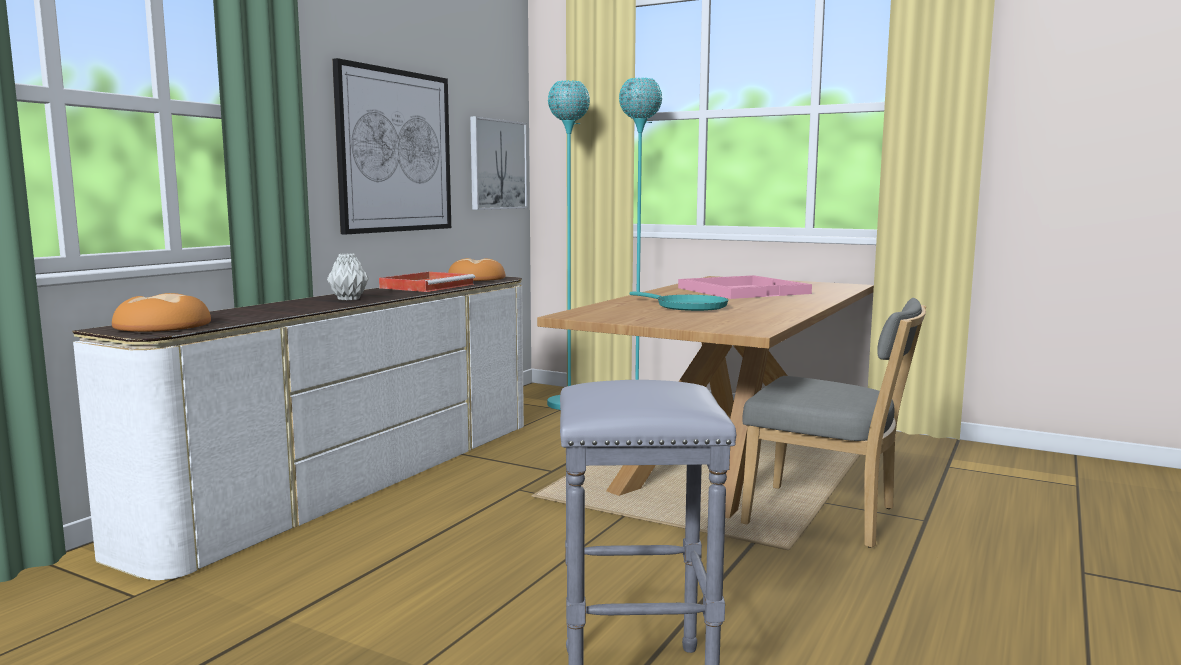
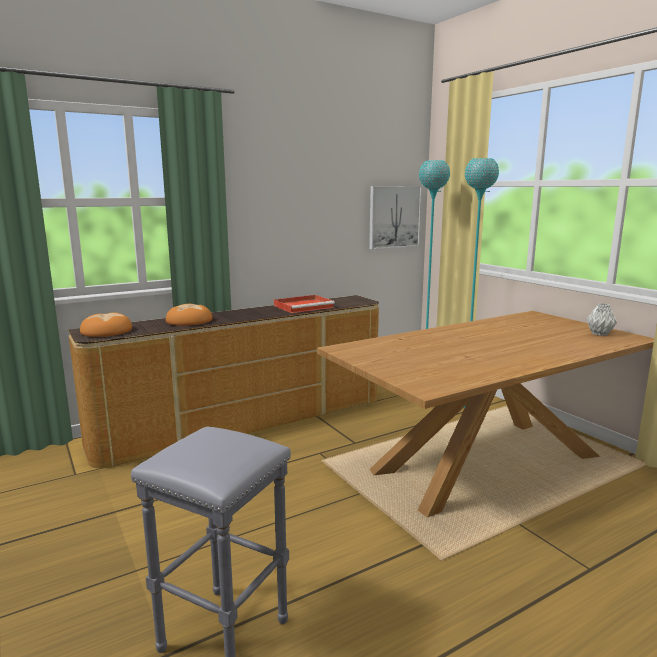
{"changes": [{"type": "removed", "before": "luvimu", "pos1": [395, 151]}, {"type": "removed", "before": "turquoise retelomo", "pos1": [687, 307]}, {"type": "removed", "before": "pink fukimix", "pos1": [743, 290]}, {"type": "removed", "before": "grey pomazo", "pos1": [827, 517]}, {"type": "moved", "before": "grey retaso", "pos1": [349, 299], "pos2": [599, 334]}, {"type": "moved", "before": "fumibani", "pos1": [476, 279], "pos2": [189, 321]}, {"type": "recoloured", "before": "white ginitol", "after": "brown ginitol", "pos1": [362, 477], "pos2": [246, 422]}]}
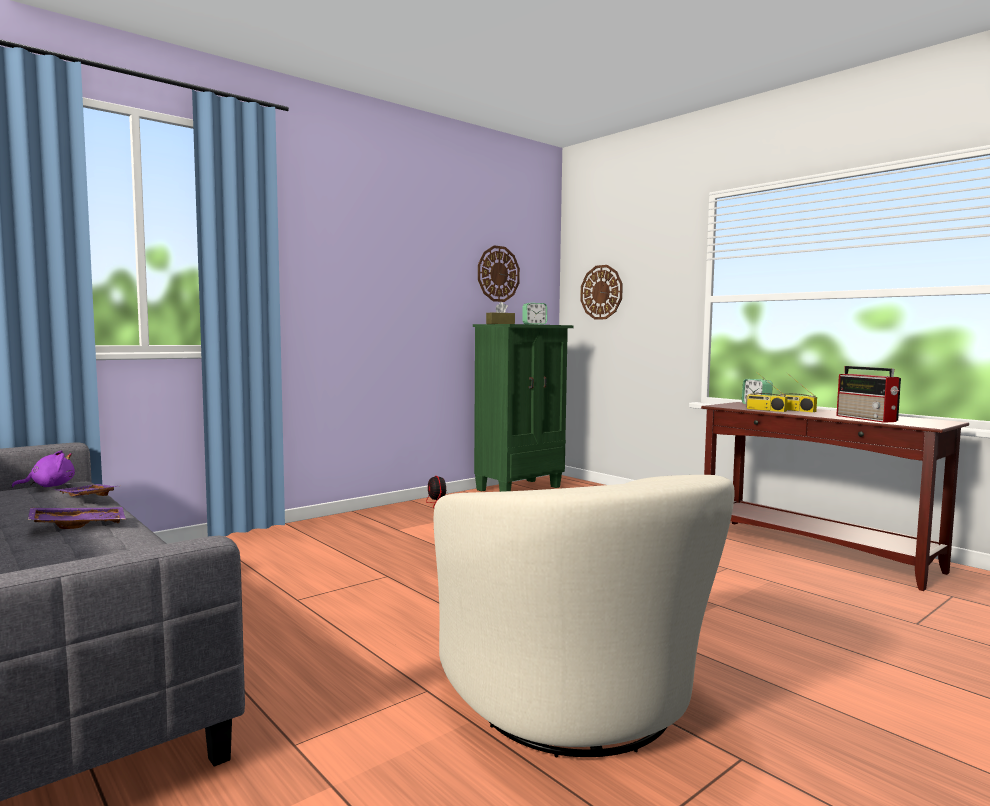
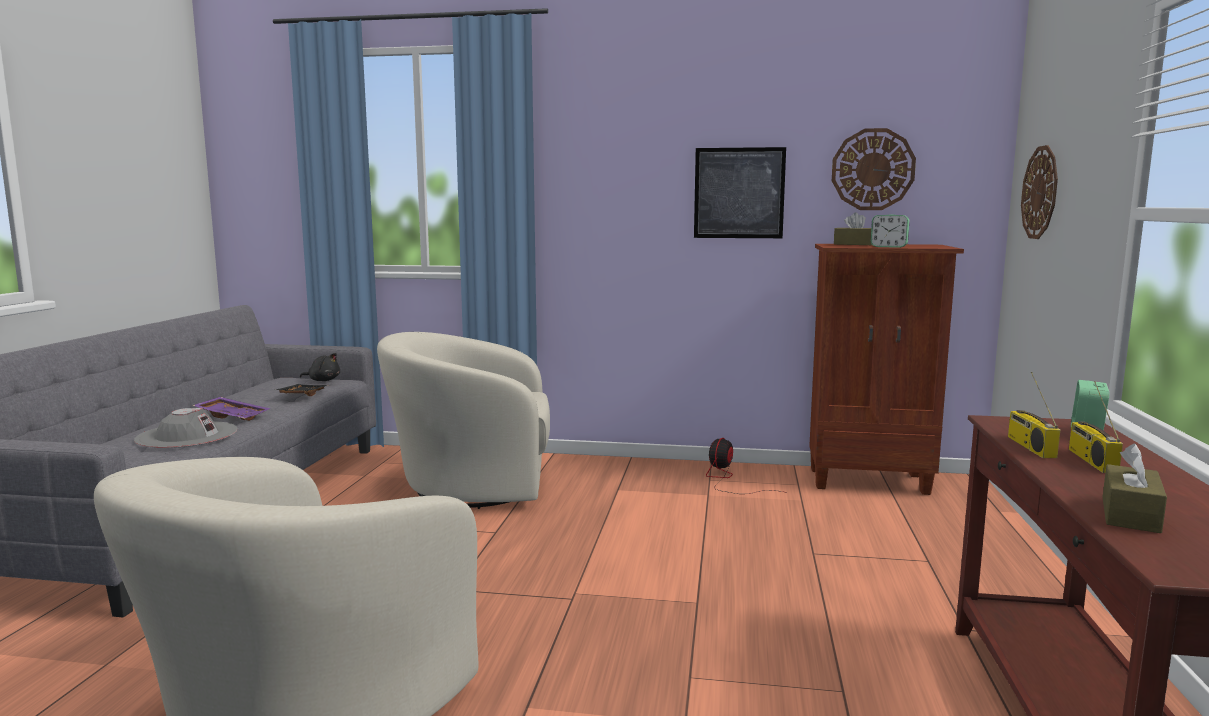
{"changes": [{"type": "added", "after": "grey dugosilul", "pos2": [187, 435]}, {"type": "added", "after": "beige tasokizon", "pos2": [472, 487]}, {"type": "added", "after": "luvimu", "pos2": [739, 193]}, {"type": "replaced", "before": "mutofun", "after": "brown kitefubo", "pos1": [867, 418], "pos2": [1130, 514]}, {"type": "recoloured", "before": "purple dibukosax", "after": "black dibukosax", "pos1": [49, 486], "pos2": [323, 380]}, {"type": "recoloured", "before": "purple fukimix", "after": "black fukimix", "pos1": [85, 498], "pos2": [301, 395]}, {"type": "recoloured", "before": "green ginitol", "after": "brown ginitol", "pos1": [520, 489], "pos2": [869, 482]}]}
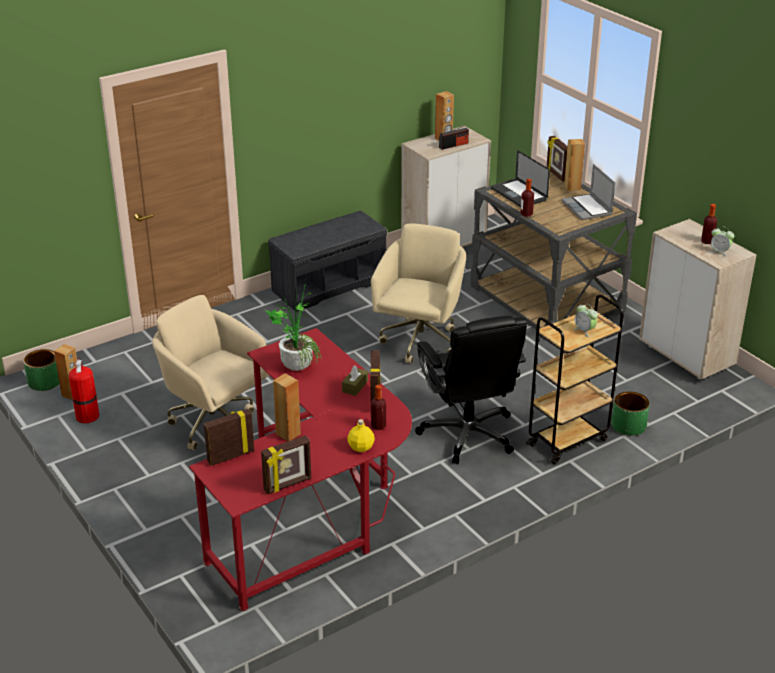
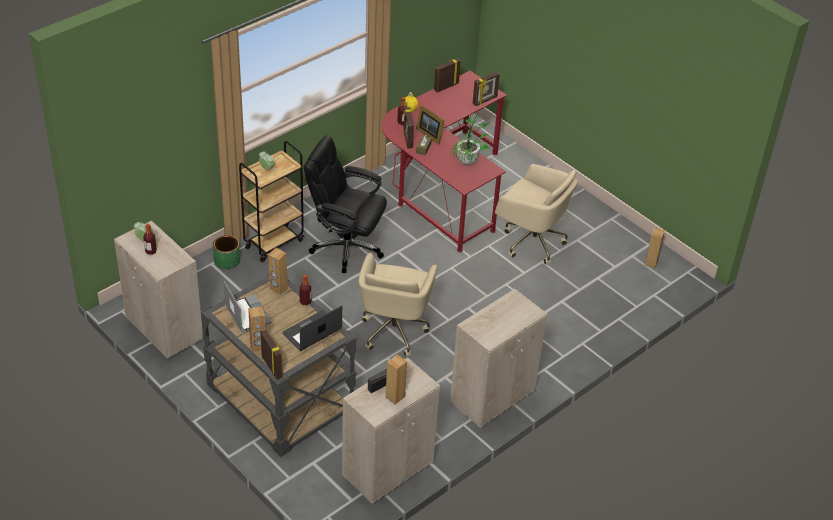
{"changes": [{"type": "removed", "before": "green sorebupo", "pos1": [44, 382]}, {"type": "removed", "before": "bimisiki", "pos1": [87, 415]}, {"type": "added", "after": "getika", "pos2": [430, 134]}, {"type": "moved", "before": "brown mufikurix", "pos1": [288, 434], "pos2": [278, 288]}, {"type": "replaced", "before": "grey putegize", "after": "beige ginitol", "pos1": [329, 285], "pos2": [491, 400]}, {"type": "turned", "before": "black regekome", "pos1": [468, 433], "pos2": [346, 247], "turn": -45}, {"type": "turned", "before": "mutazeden", "pos1": [518, 194], "pos2": [312, 331], "turn": -90}]}
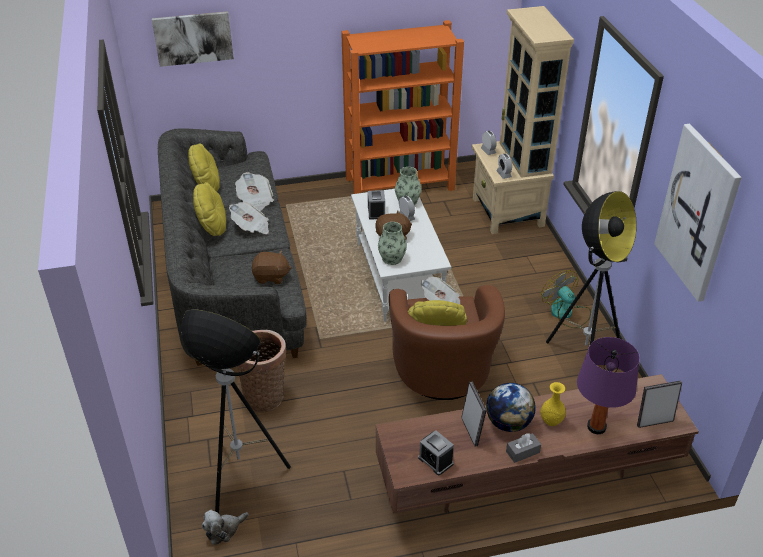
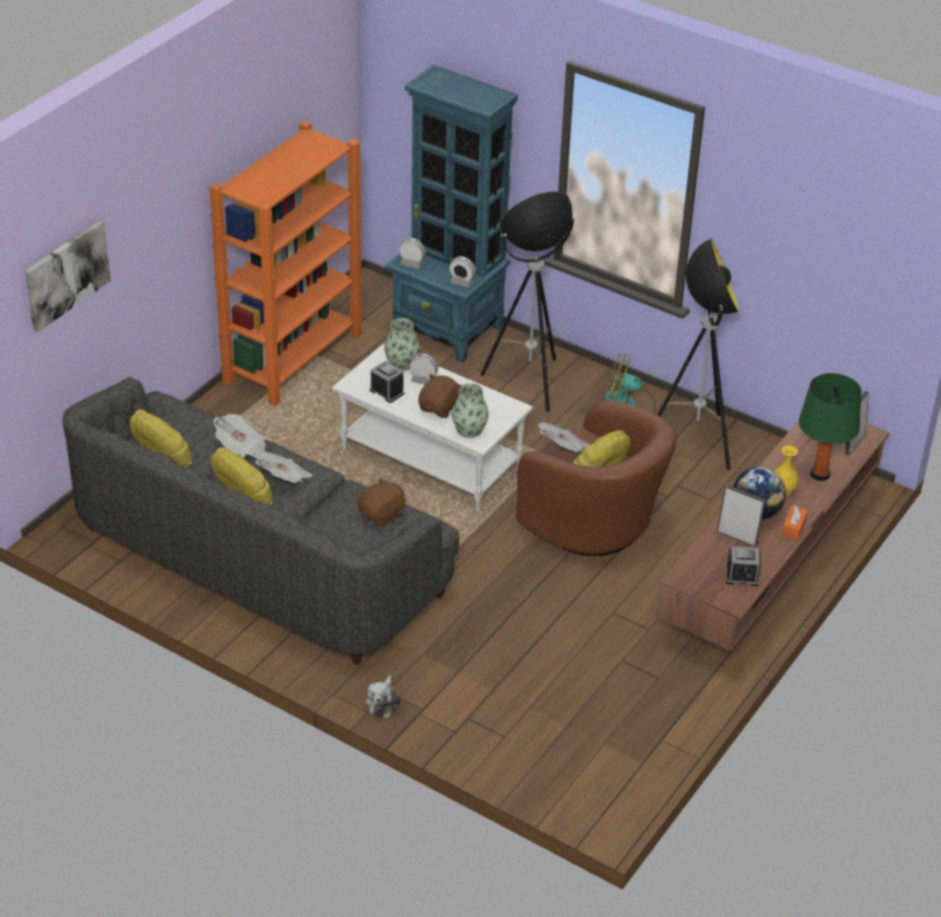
{"changes": [{"type": "removed", "before": "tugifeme", "pos1": [265, 396]}, {"type": "removed", "before": "luvimu", "pos1": [697, 213]}, {"type": "moved", "before": "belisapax", "pos1": [240, 476], "pos2": [528, 384]}, {"type": "moved", "before": "dibukosax", "pos1": [224, 530], "pos2": [383, 702]}, {"type": "recoloured", "before": "beige ginitol", "after": "blue ginitol", "pos1": [506, 212], "pos2": [447, 331]}, {"type": "recoloured", "before": "grey kitefubo", "after": "orange kitefubo", "pos1": [522, 452], "pos2": [793, 528]}, {"type": "recoloured", "before": "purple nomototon", "after": "green nomototon", "pos1": [596, 427], "pos2": [819, 474]}]}
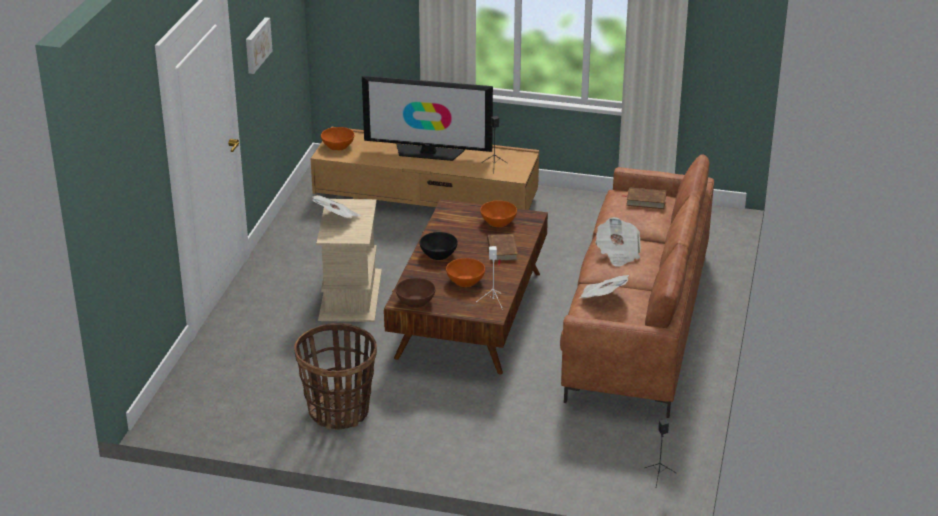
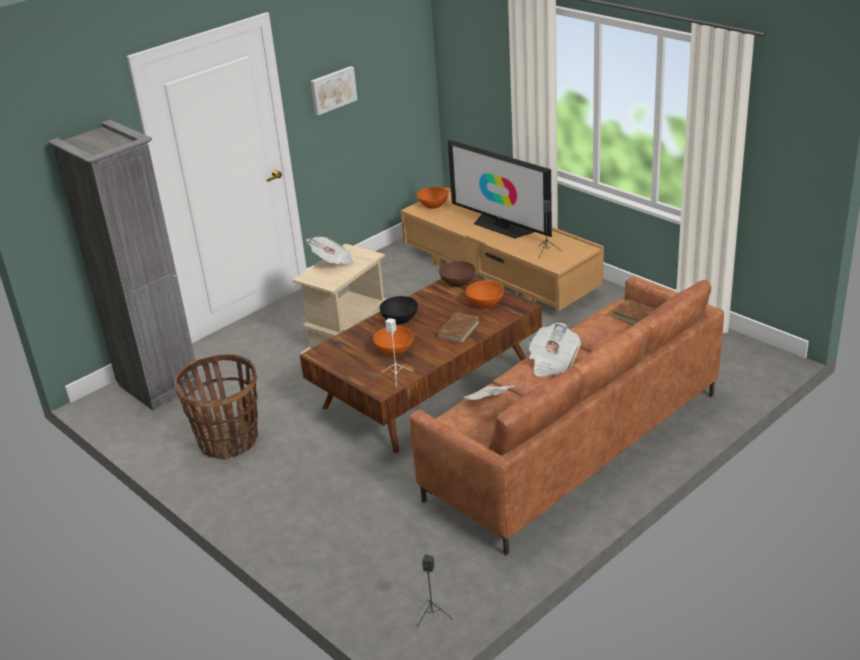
{"changes": [{"type": "added", "after": "grey ginitol", "pos2": [160, 385]}, {"type": "moved", "before": "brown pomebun", "pos1": [415, 301], "pos2": [458, 282]}]}
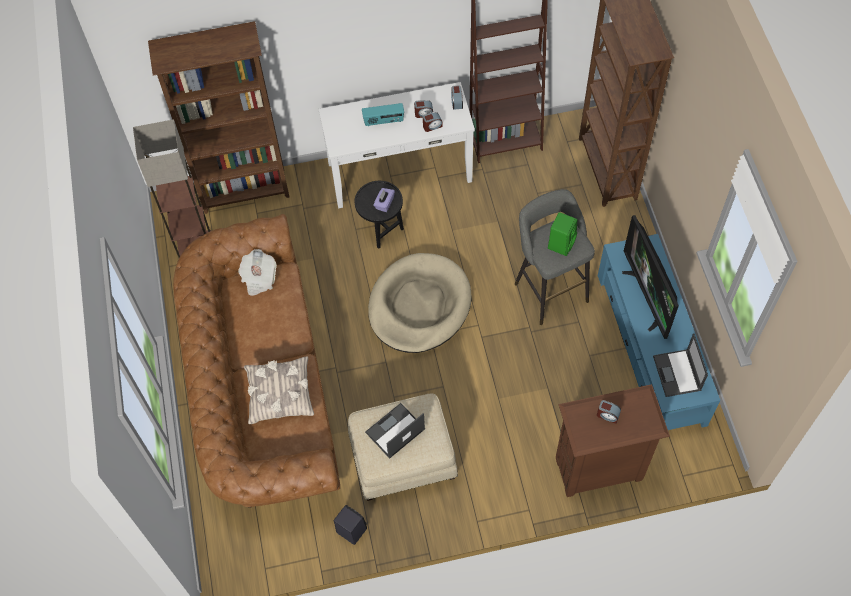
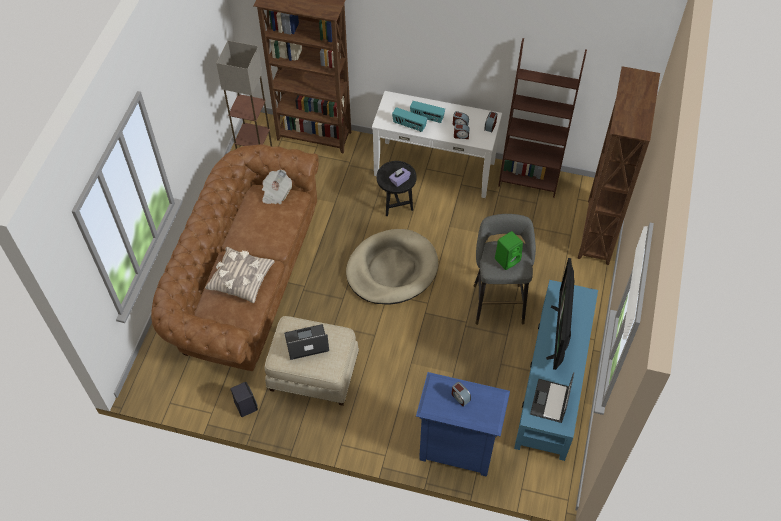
{"changes": [{"type": "added", "after": "mutofun", "pos2": [409, 125]}, {"type": "recoloured", "before": "brown ginitol", "after": "blue ginitol", "pos1": [597, 471], "pos2": [455, 452]}]}
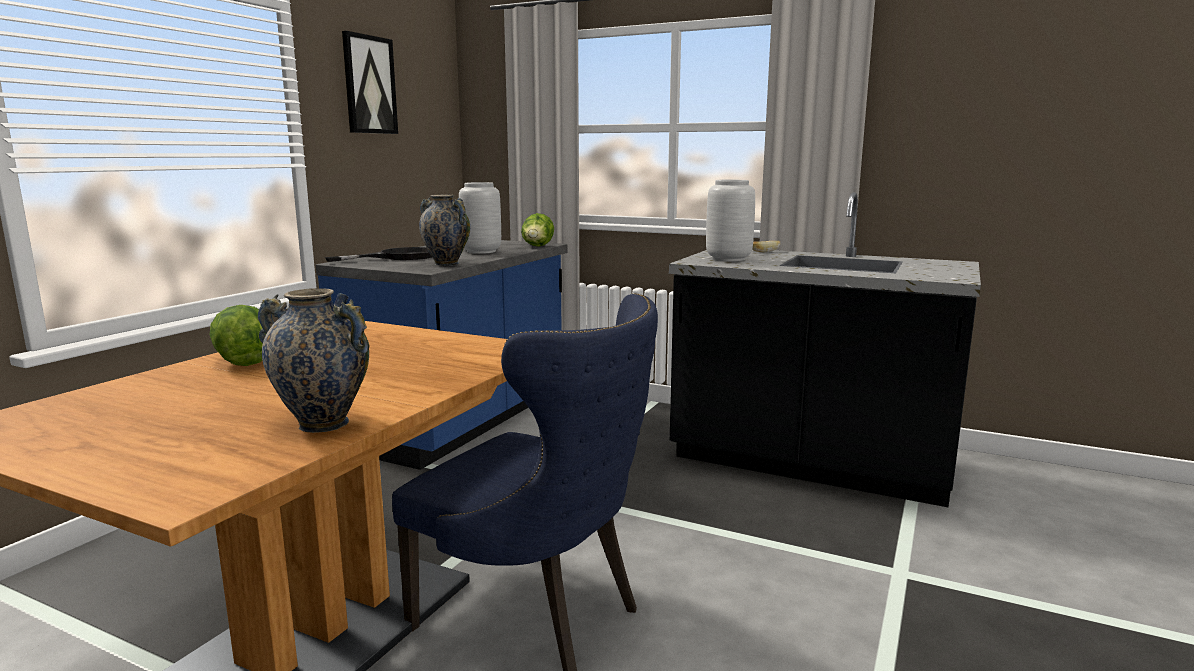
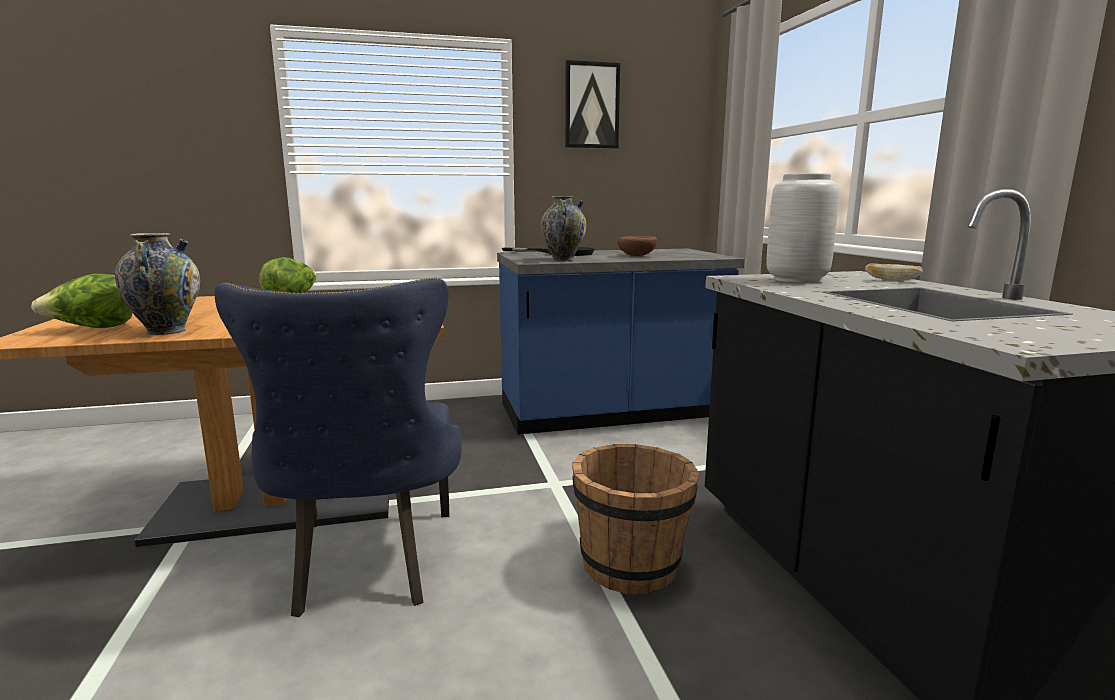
{"changes": [{"type": "added", "after": "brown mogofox", "pos2": [631, 565]}, {"type": "moved", "before": "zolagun", "pos1": [538, 247], "pos2": [93, 329]}, {"type": "replaced", "before": "grey retaso", "after": "brown pomebun", "pos1": [480, 251], "pos2": [636, 256]}]}
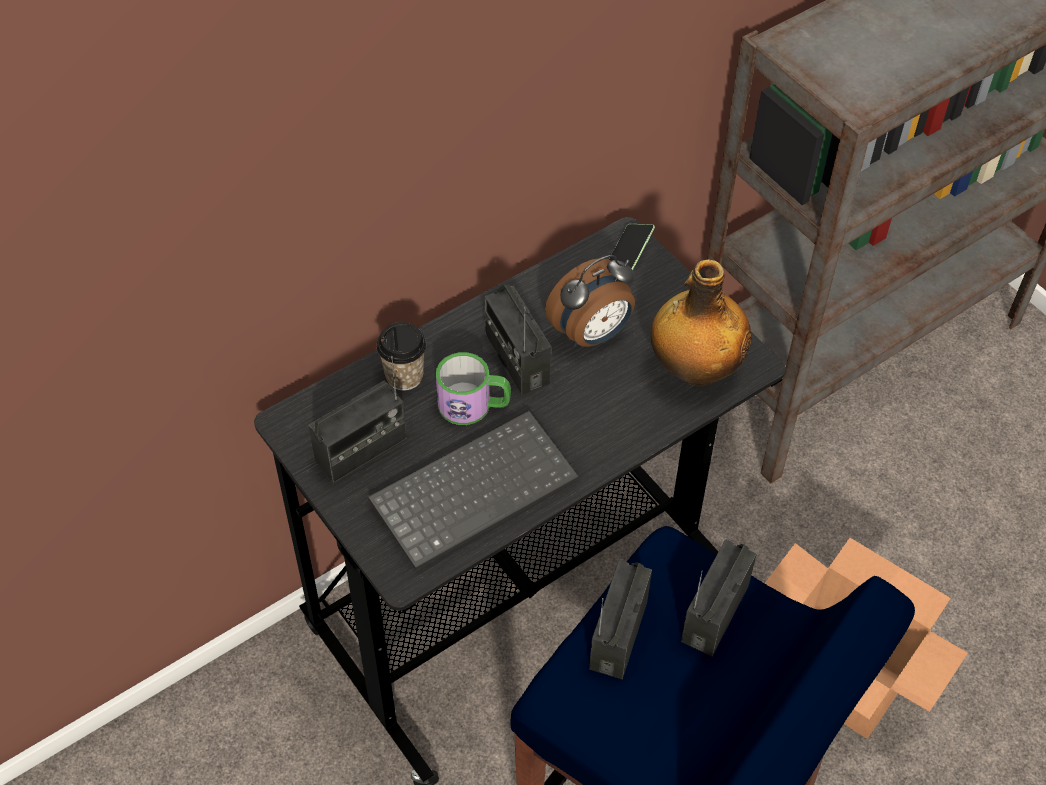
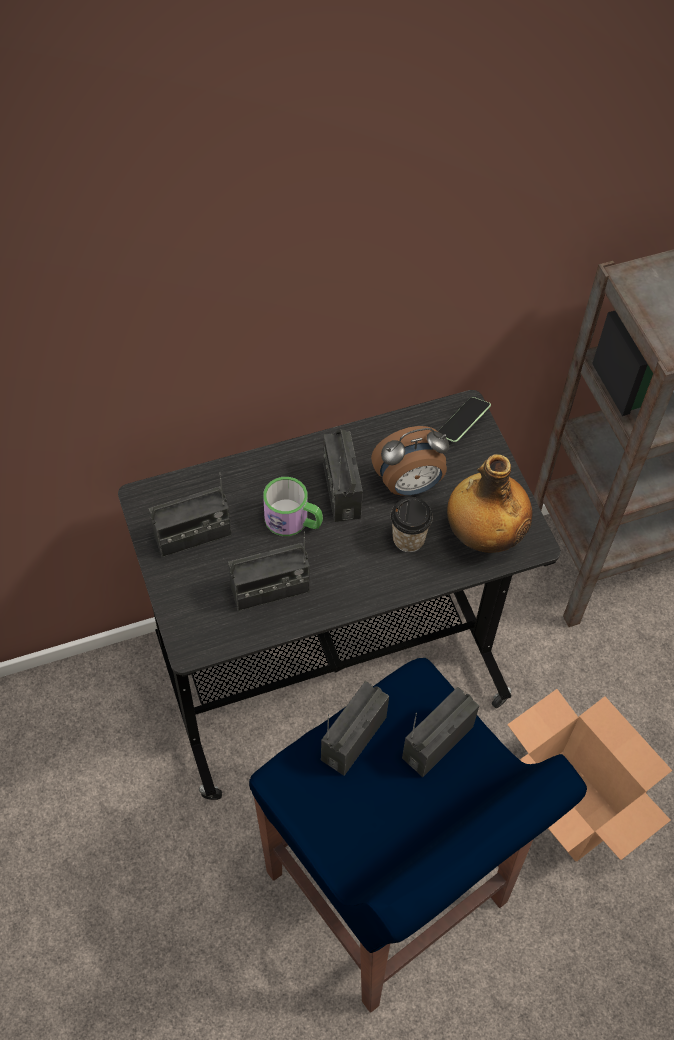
{"changes": [{"type": "moved", "before": "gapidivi", "pos1": [404, 376], "pos2": [408, 539]}, {"type": "replaced", "before": "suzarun", "after": "mutofun", "pos1": [474, 488], "pos2": [270, 590]}]}
